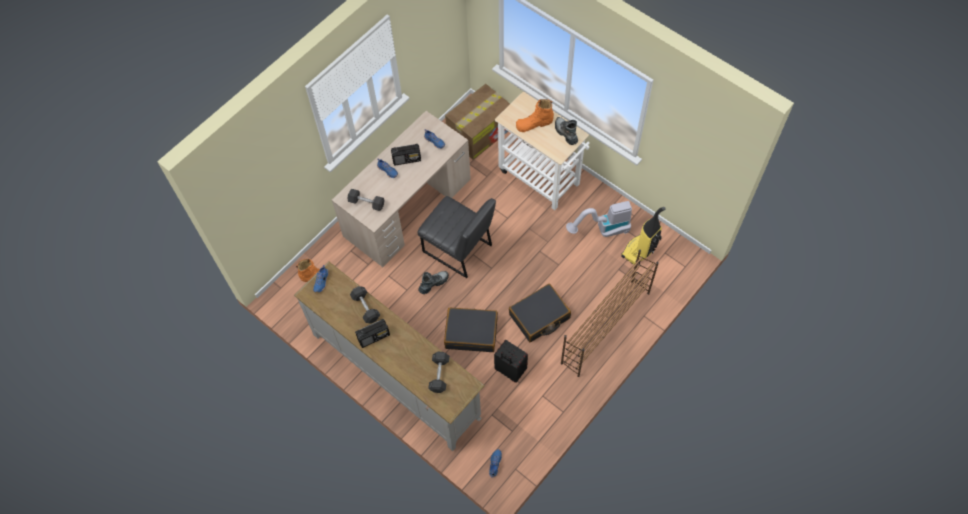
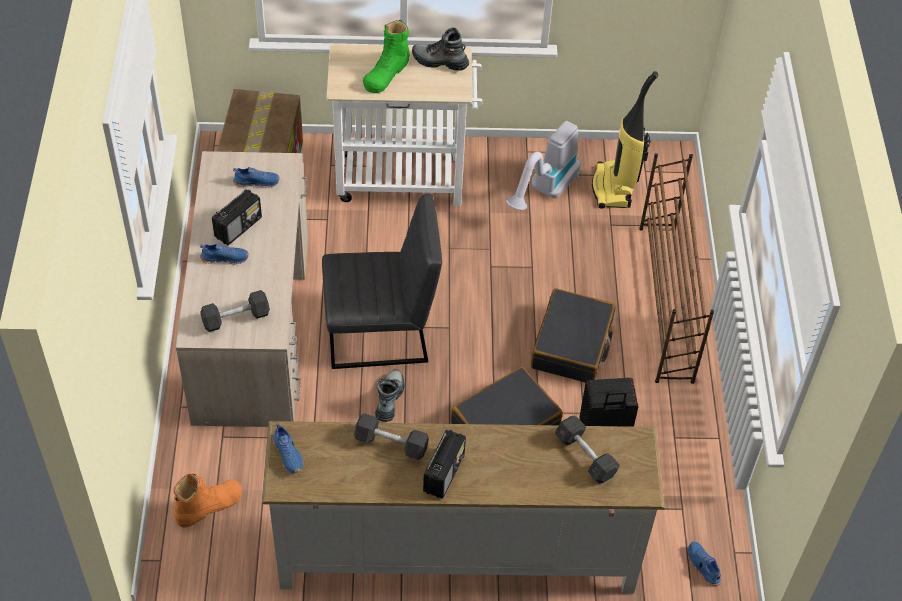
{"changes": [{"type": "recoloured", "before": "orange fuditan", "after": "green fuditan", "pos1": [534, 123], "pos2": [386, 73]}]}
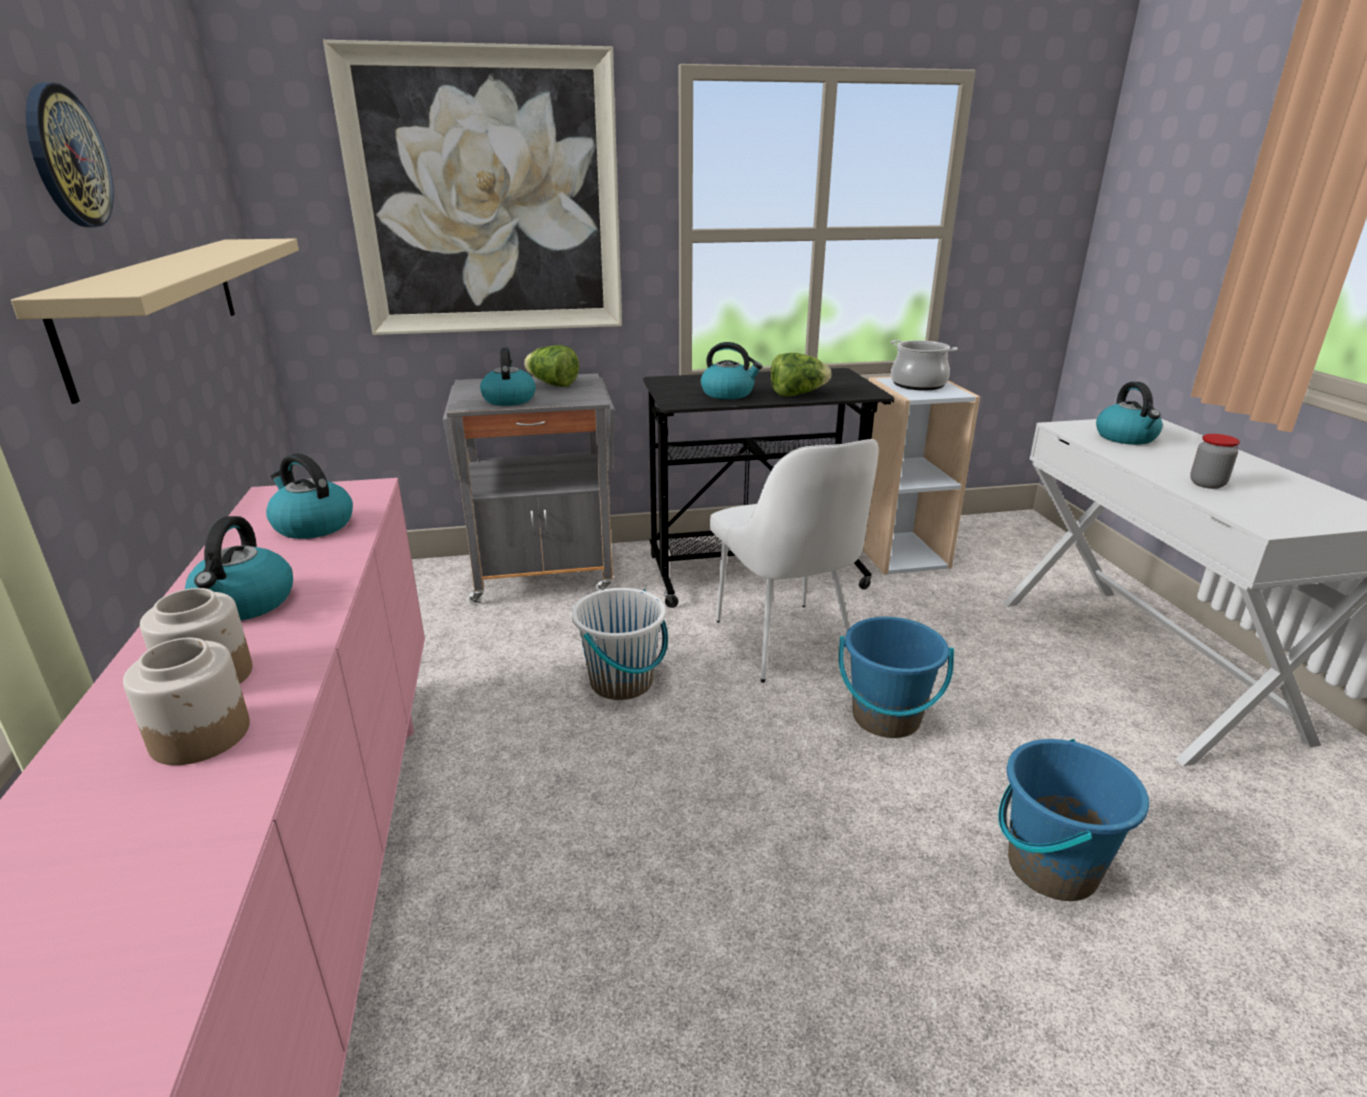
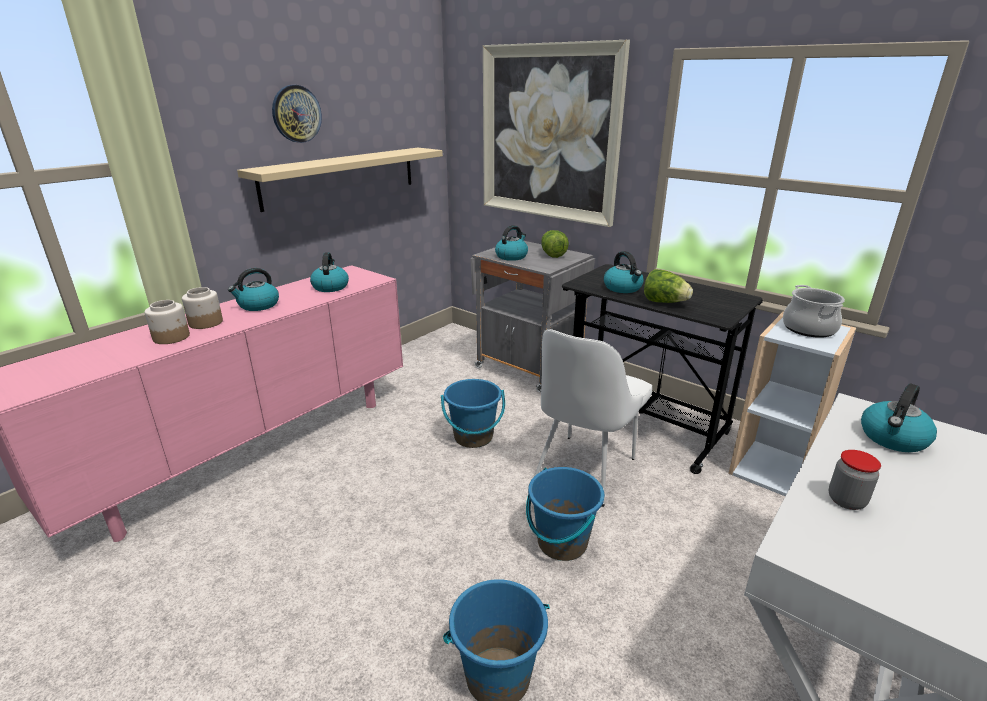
{"changes": [{"type": "recoloured", "before": "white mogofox", "after": "blue mogofox", "pos1": [622, 682], "pos2": [473, 437]}]}
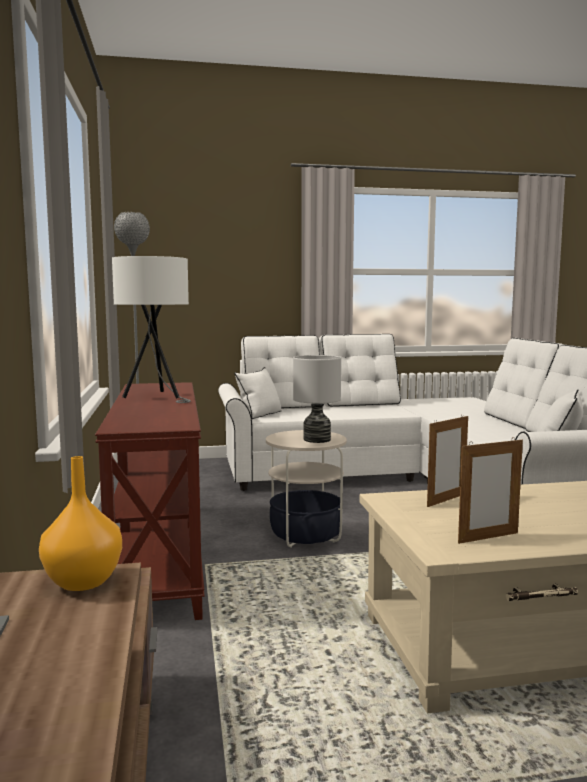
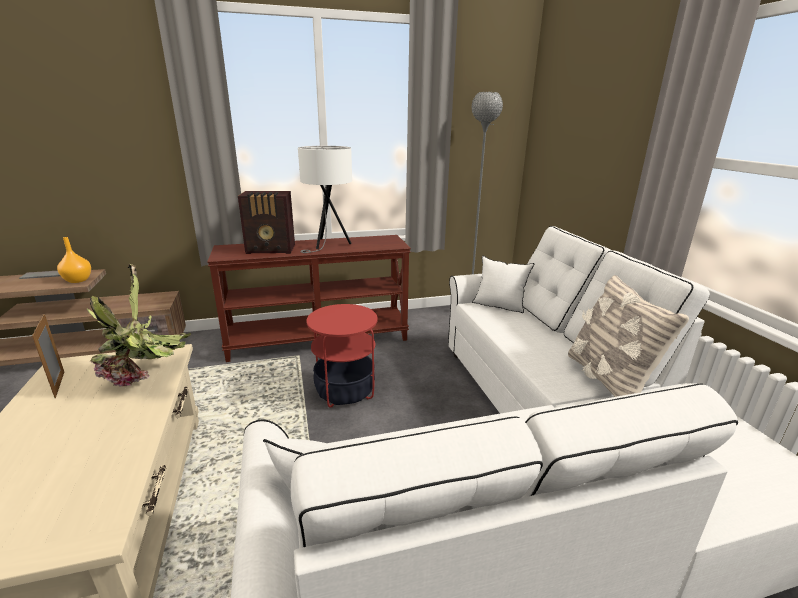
{"changes": [{"type": "removed", "before": "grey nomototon", "pos1": [317, 440]}, {"type": "added", "after": "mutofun", "pos2": [271, 250]}, {"type": "added", "after": "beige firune", "pos2": [607, 380]}, {"type": "replaced", "before": "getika", "after": "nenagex", "pos1": [446, 500], "pos2": [148, 376]}, {"type": "recoloured", "before": "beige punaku", "after": "red punaku", "pos1": [305, 536], "pos2": [345, 392]}]}
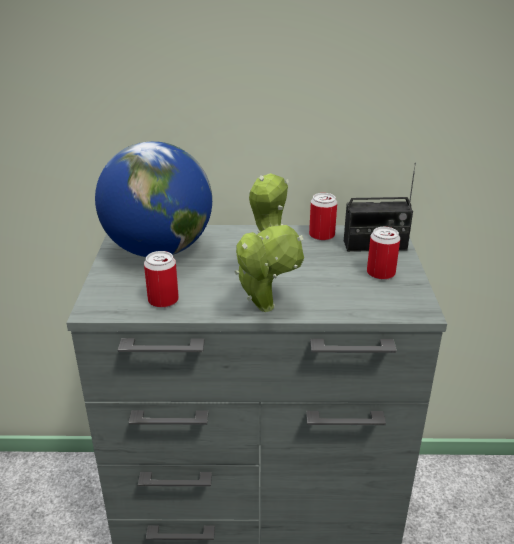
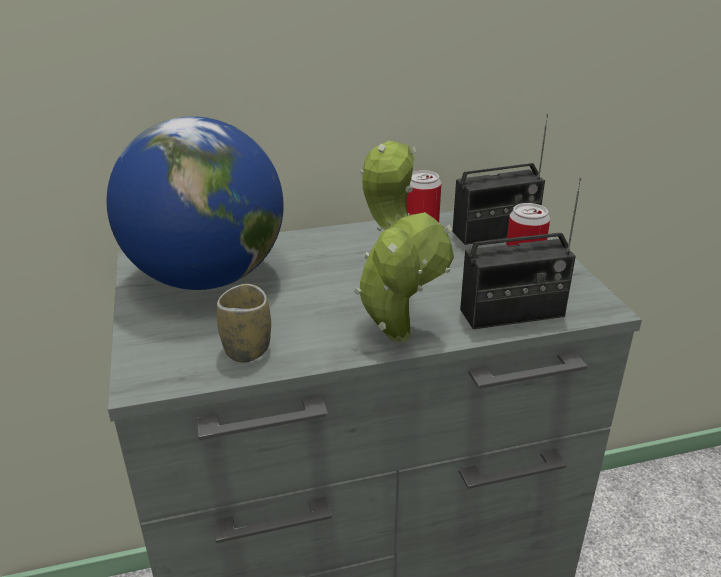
{"changes": [{"type": "added", "after": "mutofun", "pos2": [512, 313]}, {"type": "replaced", "before": "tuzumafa", "after": "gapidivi", "pos1": [163, 300], "pos2": [247, 349]}]}
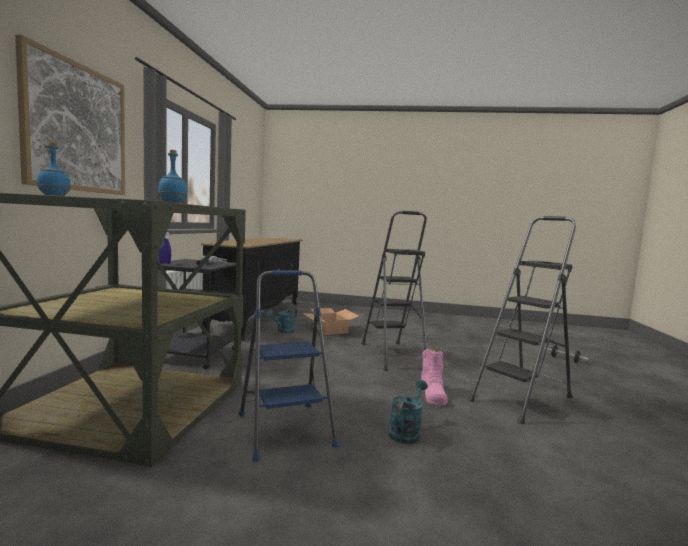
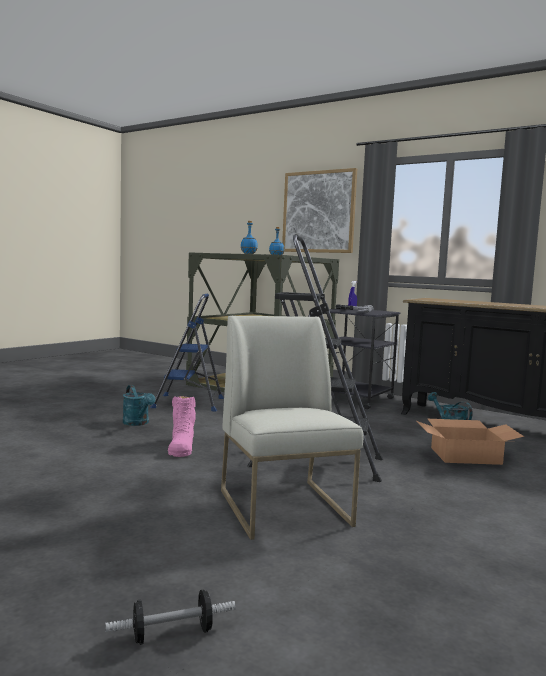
{"changes": [{"type": "removed", "before": "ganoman", "pos1": [522, 398]}, {"type": "added", "after": "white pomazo", "pos2": [285, 508]}, {"type": "turned", "before": "pink fuditan", "pos1": [432, 394], "pos2": [181, 447], "turn": -120}]}
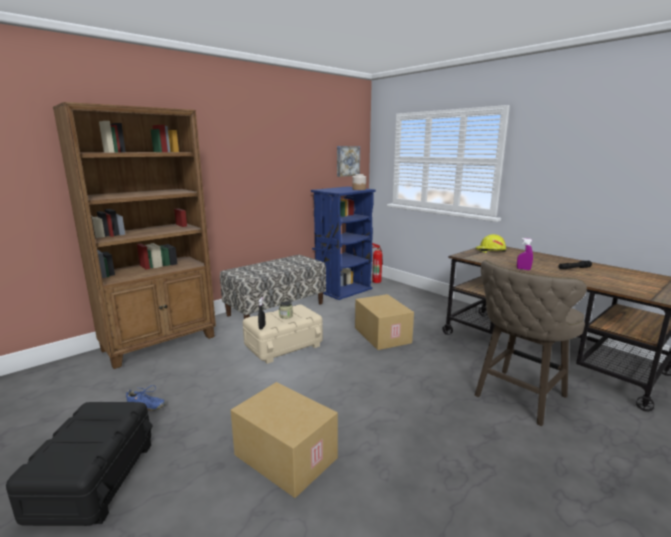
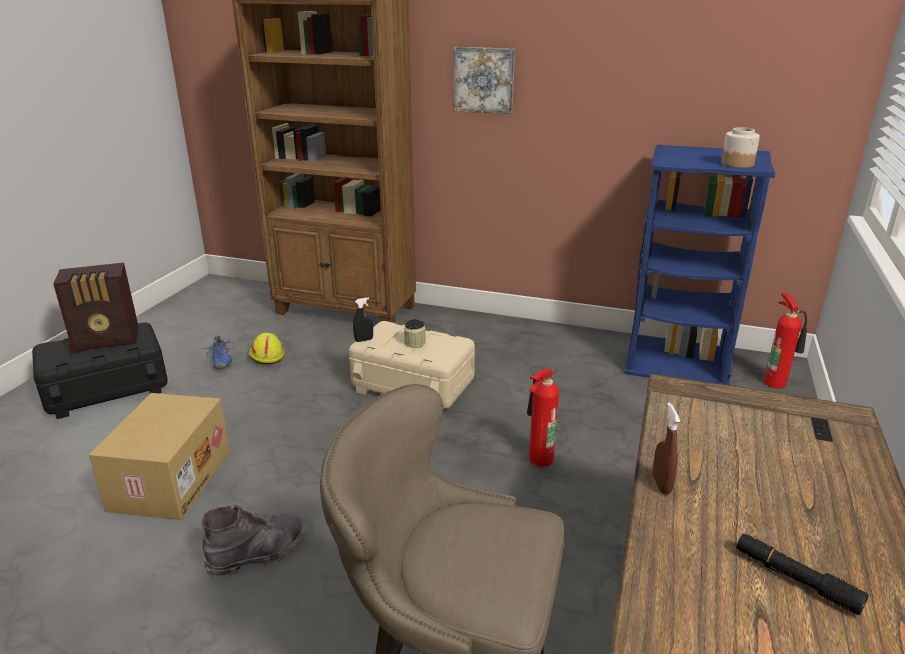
{"changes": [{"type": "removed", "before": "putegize", "pos1": [276, 309]}, {"type": "added", "after": "mutofun", "pos2": [108, 340]}, {"type": "added", "after": "grey fuditan", "pos2": [257, 553]}, {"type": "moved", "before": "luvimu", "pos1": [347, 161], "pos2": [484, 80]}, {"type": "moved", "before": "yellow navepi", "pos1": [490, 250], "pos2": [266, 356]}, {"type": "replaced", "before": "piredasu", "after": "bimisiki", "pos1": [381, 335], "pos2": [537, 459]}, {"type": "recoloured", "before": "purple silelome", "after": "brown silelome", "pos1": [523, 269], "pos2": [661, 484]}]}
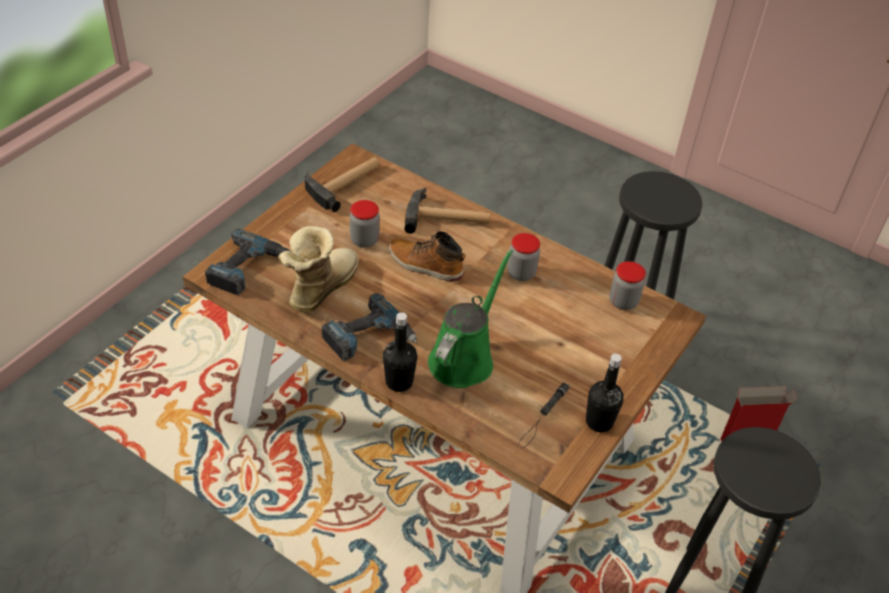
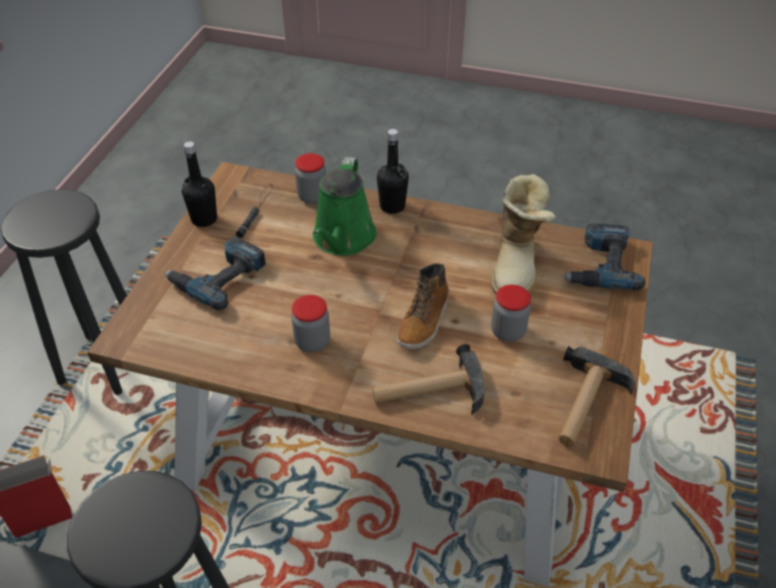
{"changes": [{"type": "moved", "before": "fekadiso", "pos1": [369, 338], "pos2": [218, 277]}, {"type": "moved", "before": "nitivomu", "pos1": [623, 302], "pos2": [312, 196]}, {"type": "turned", "before": "fuditan", "pos1": [425, 265], "pos2": [424, 320], "turn": 105}]}
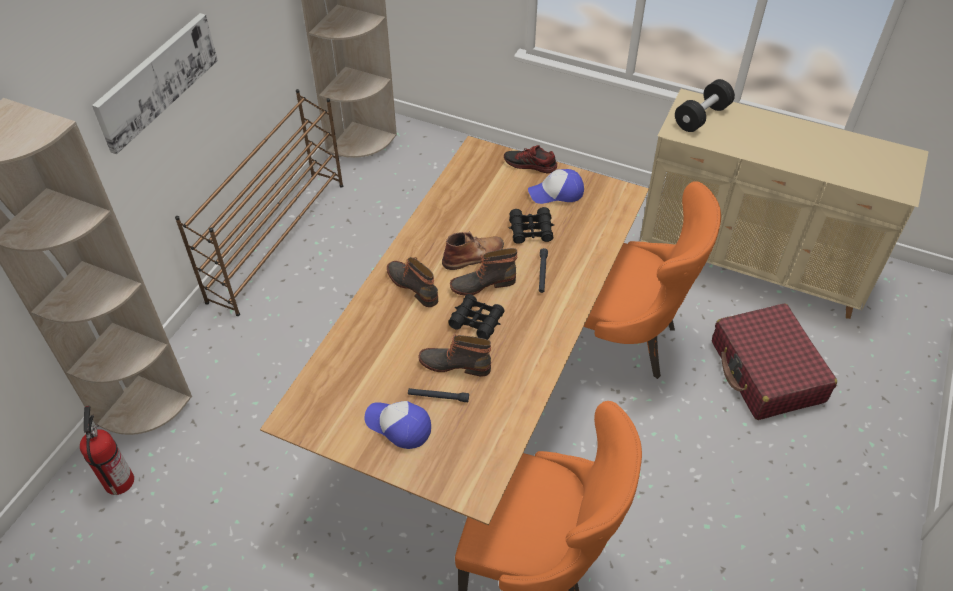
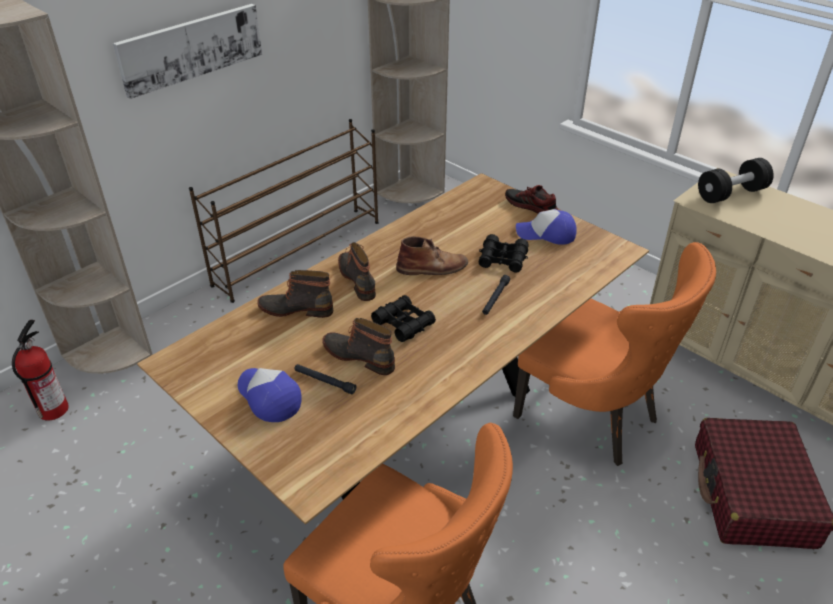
{"changes": [{"type": "moved", "before": "fuditan", "pos1": [482, 283], "pos2": [296, 308]}]}
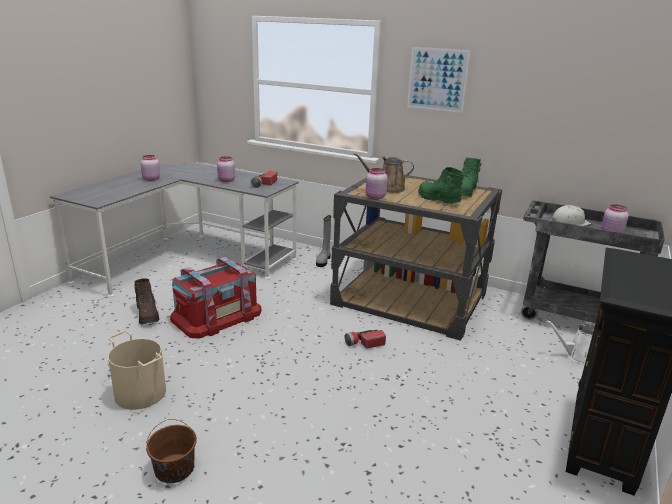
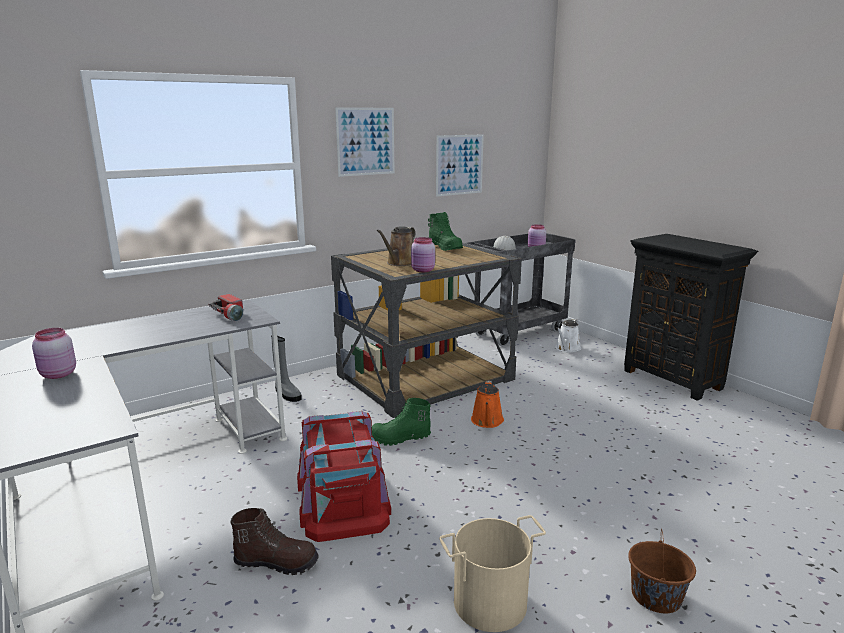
{"changes": [{"type": "removed", "before": "pink nitivomu", "pos1": [226, 180]}, {"type": "added", "after": "luvimu", "pos2": [459, 165]}, {"type": "moved", "before": "green fuditan", "pos1": [438, 199], "pos2": [400, 438]}, {"type": "replaced", "before": "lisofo", "after": "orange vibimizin", "pos1": [364, 343], "pos2": [487, 421]}]}
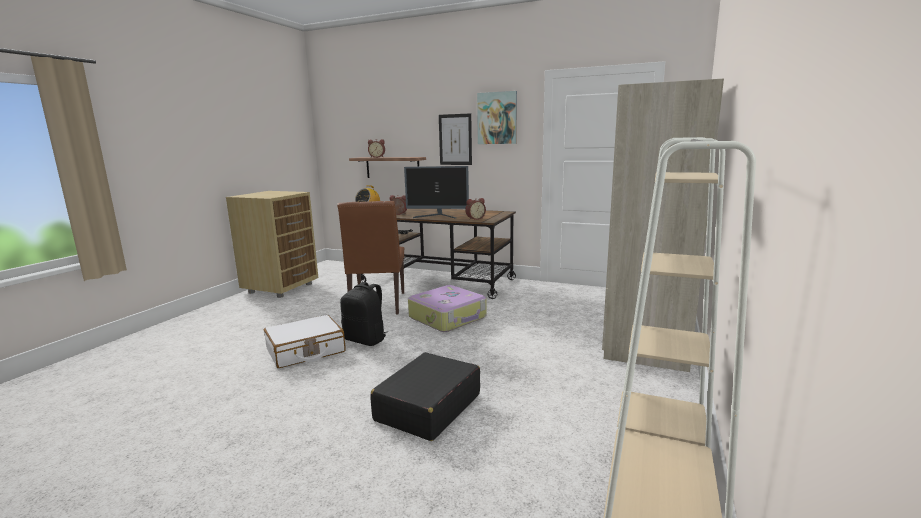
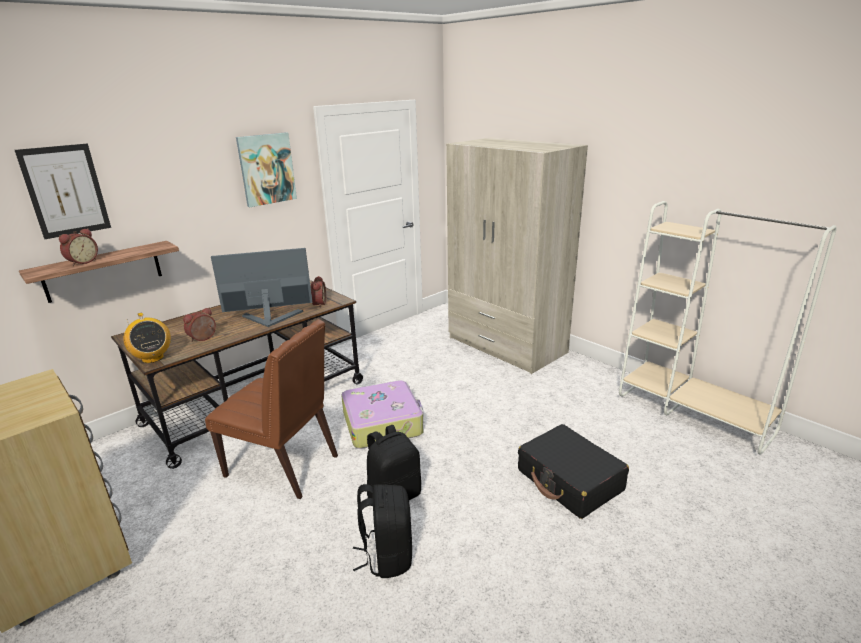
{"changes": [{"type": "moved", "before": "luvimu", "pos1": [455, 139], "pos2": [65, 191]}, {"type": "replaced", "before": "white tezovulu", "after": "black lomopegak", "pos1": [306, 351], "pos2": [387, 556]}, {"type": "turned", "before": "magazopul", "pos1": [438, 216], "pos2": [269, 319], "turn": -135}]}
